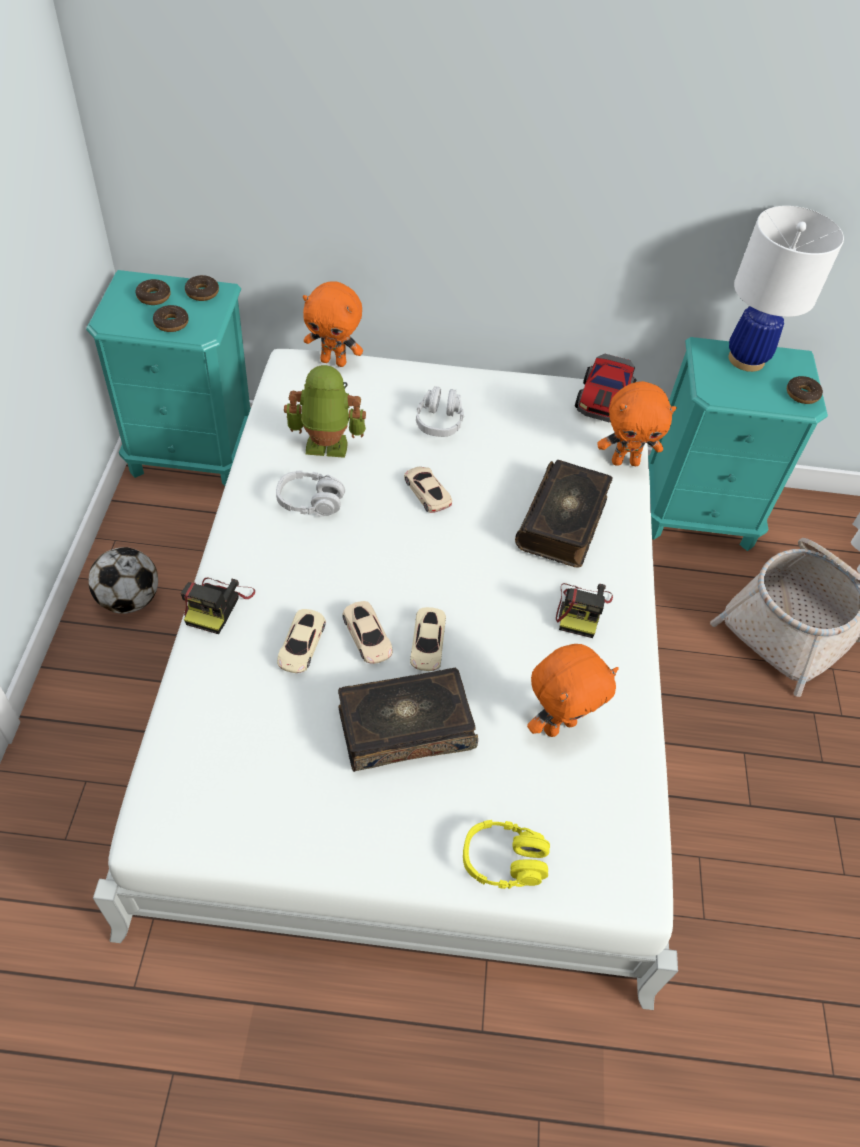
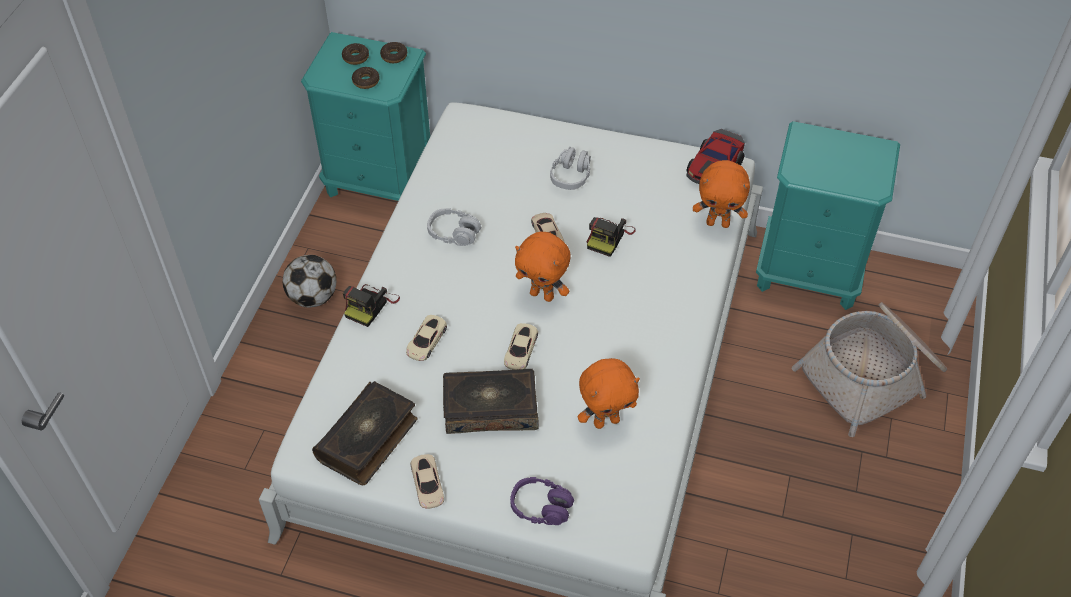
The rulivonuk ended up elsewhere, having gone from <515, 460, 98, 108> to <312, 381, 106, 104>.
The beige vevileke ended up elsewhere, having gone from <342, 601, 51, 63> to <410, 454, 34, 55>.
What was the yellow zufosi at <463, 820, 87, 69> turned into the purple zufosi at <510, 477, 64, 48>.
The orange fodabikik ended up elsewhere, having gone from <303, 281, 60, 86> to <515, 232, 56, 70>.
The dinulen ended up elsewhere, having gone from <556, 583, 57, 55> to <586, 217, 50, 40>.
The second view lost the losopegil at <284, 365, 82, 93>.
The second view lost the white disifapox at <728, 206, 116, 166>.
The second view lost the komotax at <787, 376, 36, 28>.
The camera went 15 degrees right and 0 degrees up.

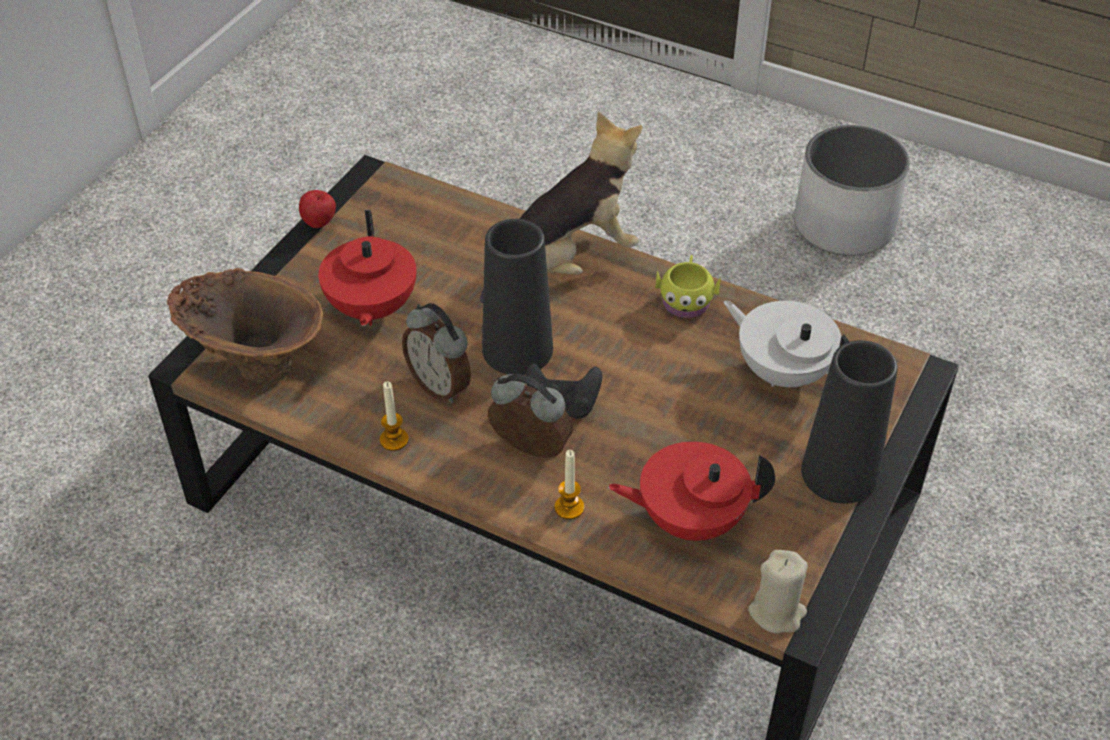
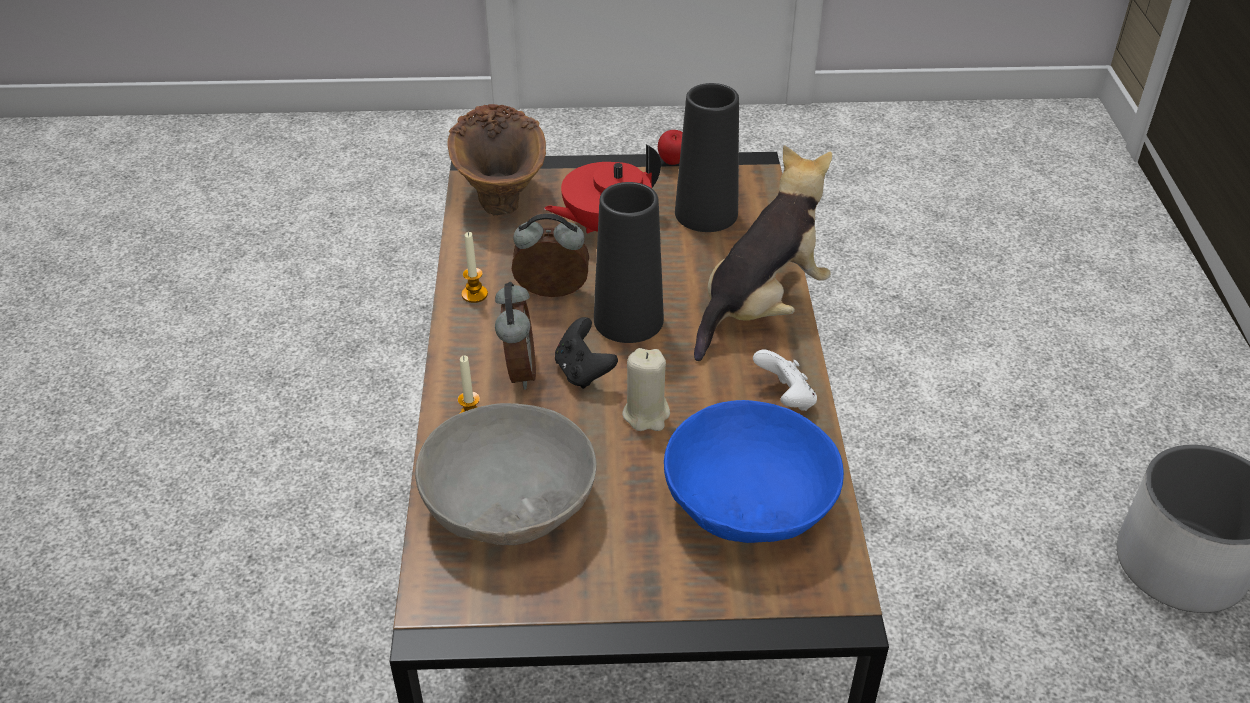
Where the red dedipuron stood at <608, 442, 167, 99>, the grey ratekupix came to stand at <415, 403, 182, 142>.
The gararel at <402, 303, 69, 101> ended up facing another way, 75 degrees clockwise from before.
The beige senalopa ended up elsewhere, having gone from <748, 550, 60, 83> to <622, 348, 48, 83>.
Where the white dedipuron stood at <724, 300, 125, 87>, the blue ratekupix came to stand at <664, 400, 180, 143>.
The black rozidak ended up elsewhere, having gone from <801, 340, 97, 164> to <675, 83, 64, 149>.
The fodabikik at <480, 112, 163, 191> ended up facing another way, 75 degrees counterclockwise from before.
Where the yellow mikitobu stood at <655, 255, 66, 63>, the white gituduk came to stand at <753, 350, 64, 61>.
The camera went 60 degrees right and 5 degrees down.

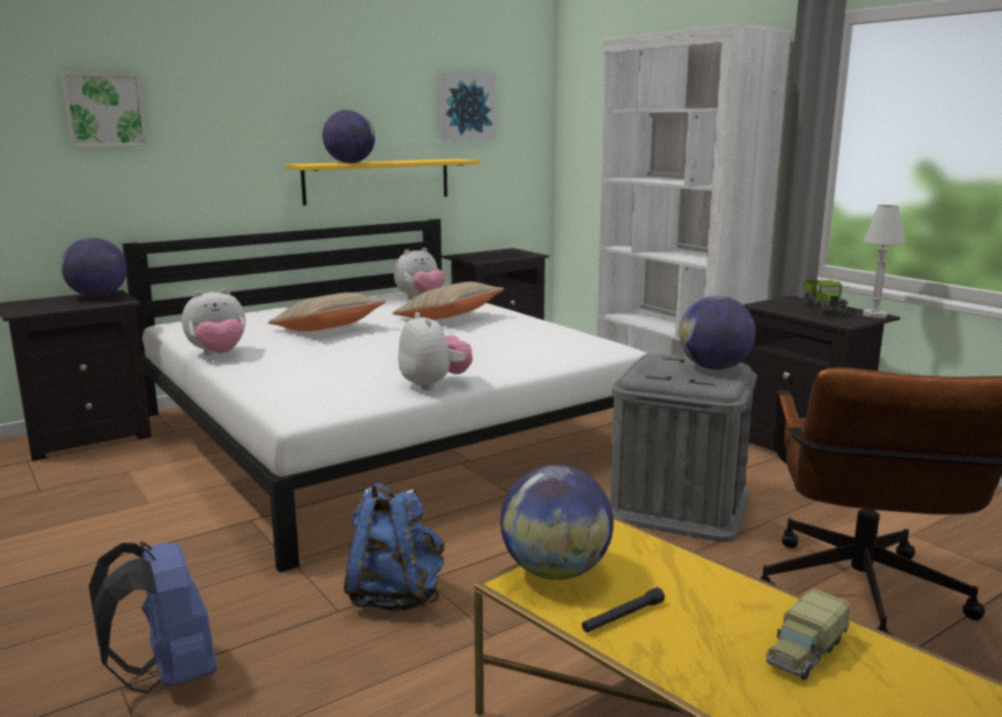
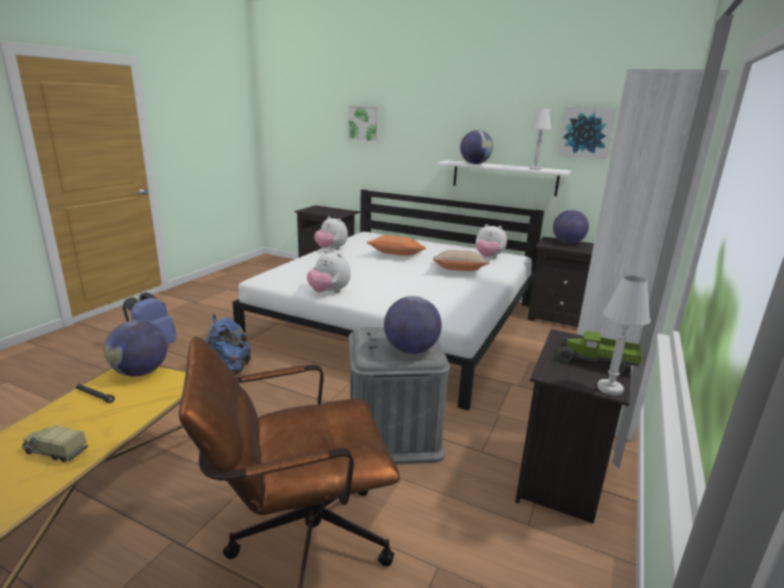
The fodabikik at <398, 312, 75, 78> ended up facing another way, 90 degrees clockwise from before.
What was the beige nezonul at <268, 292, 118, 40> turned into the orange nezonul at <367, 235, 59, 21>.
What was the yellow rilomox at <286, 159, 194, 46> turned into the white rilomox at <437, 160, 134, 36>.
The second view gained the white disifapox at <529, 109, 22, 61>.
The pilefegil ended up elsewhere, having gone from <61, 238, 66, 59> to <553, 210, 36, 34>.
The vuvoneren at <803, 280, 45, 36> ended up facing another way, 45 degrees clockwise from before.
The camera went 60 degrees right and 5 degrees up.

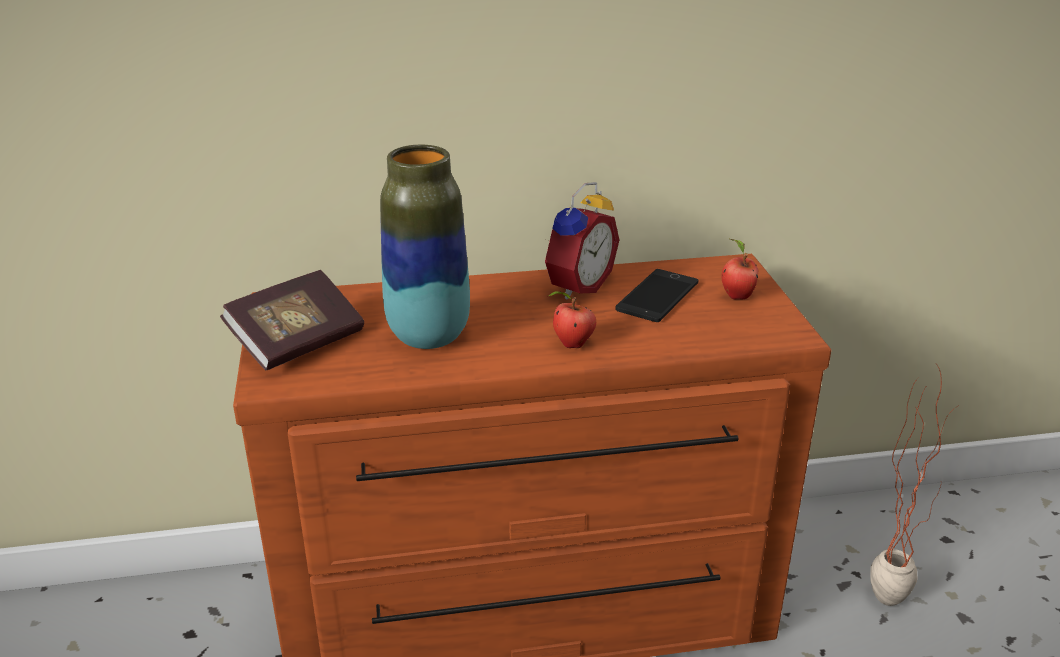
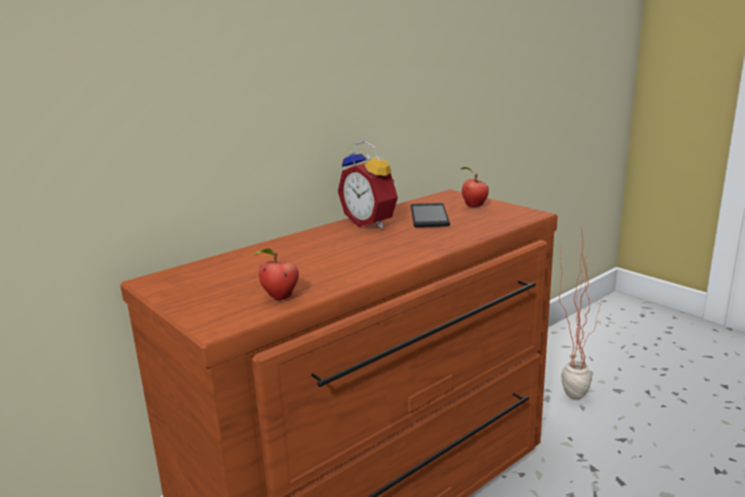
The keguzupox ended up elsewhere, having gone from <549, 291, 47, 57> to <255, 249, 44, 51>.
The gararel at <545, 182, 74, 117> ended up facing another way, 135 degrees clockwise from before.
The second view lost the rulivonuk at <220, 270, 144, 101>.
The second view lost the rozidak at <380, 145, 90, 204>.
The camera went 30 degrees left and 10 degrees down.

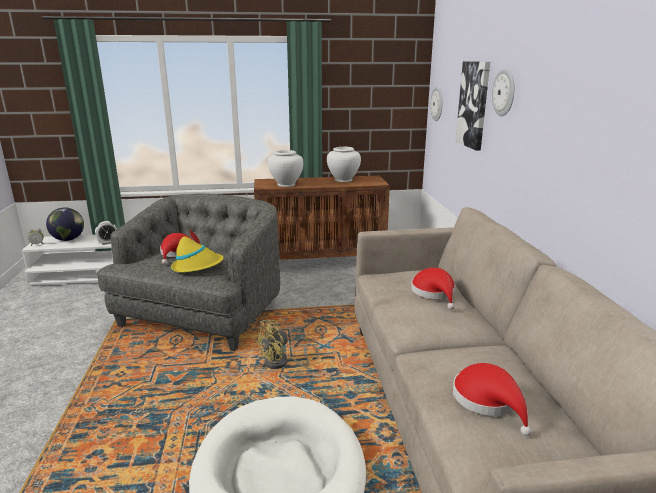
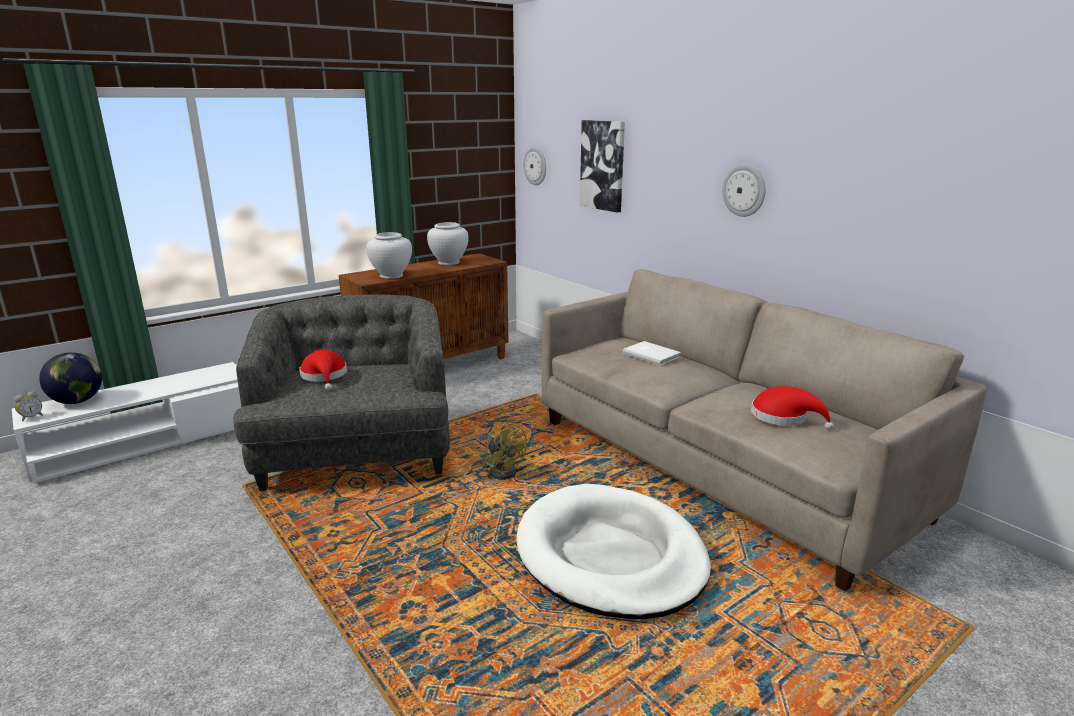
The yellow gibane at <254, 319, 65, 50> ended up facing another way, 60 degrees counterclockwise from before.
Where the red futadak stood at <411, 268, 44, 42>, the white rulivonuk came to stand at <623, 341, 58, 24>.
The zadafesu ended up elsewhere, having gone from <492, 68, 22, 48> to <722, 164, 44, 53>.
The second view lost the gararel at <95, 221, 22, 24>.
The second view lost the yellow futadak at <171, 229, 53, 43>.
The camera went 30 degrees left and 0 degrees up.

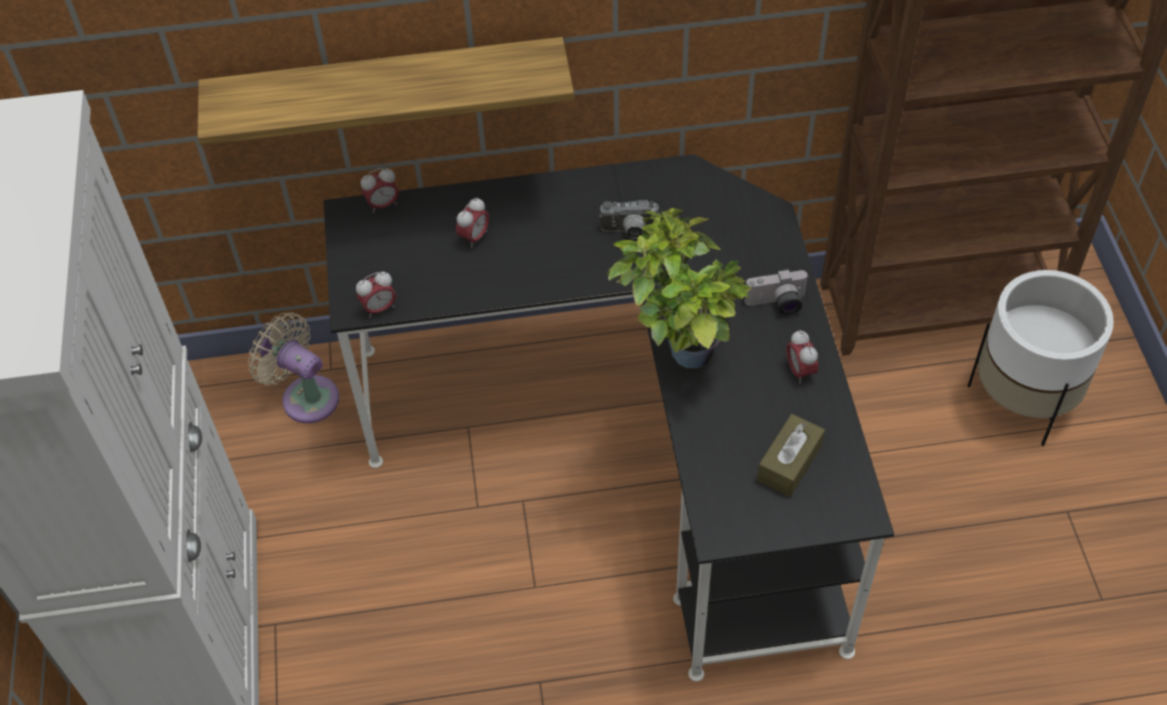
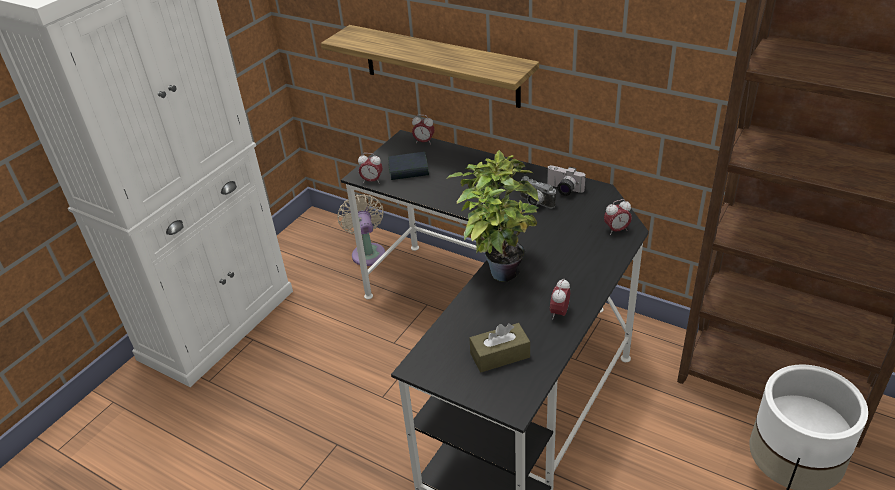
The second view gained the rulivonuk at <388, 152, 41, 28>.
The dinulen ended up elsewhere, having gone from <744, 268, 65, 47> to <547, 165, 39, 31>.
The gararel ended up elsewhere, having gone from <456, 197, 33, 51> to <604, 199, 28, 36>.
The camera went 40 degrees right and 15 degrees down.

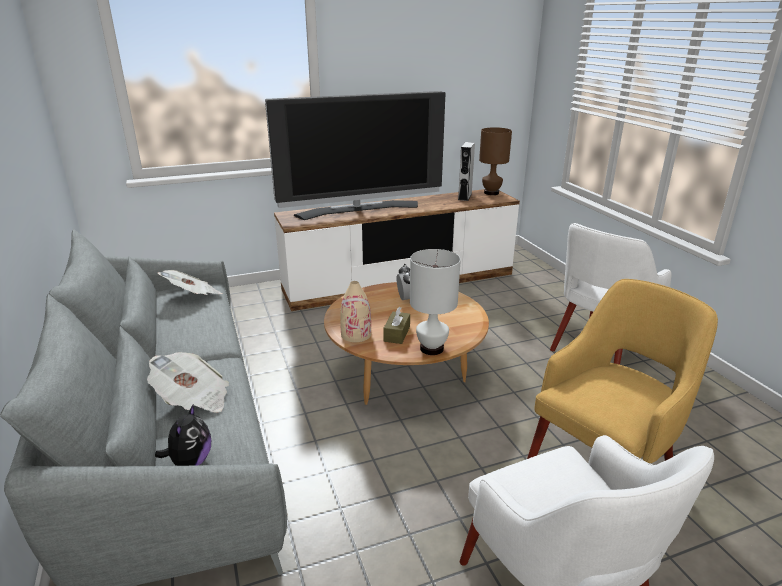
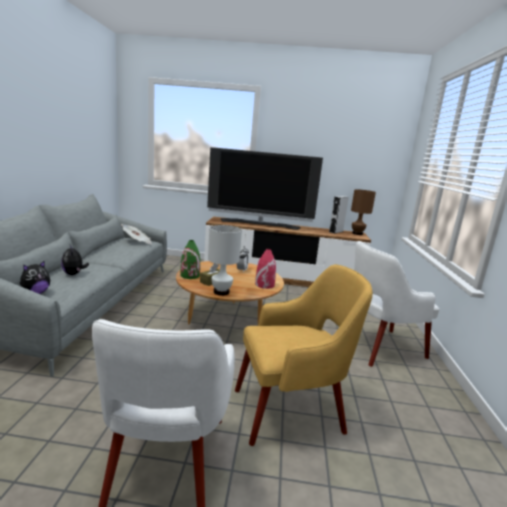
Where the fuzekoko stood at <147, 352, 82, 61>, the fodabikik came to stand at <61, 245, 28, 30>.
What was the beige rozidak at <340, 281, 31, 61> turned into the green rozidak at <180, 240, 20, 39>.
The second view gained the red rozidak at <255, 249, 21, 40>.
The camera went 25 degrees right and 10 degrees down.

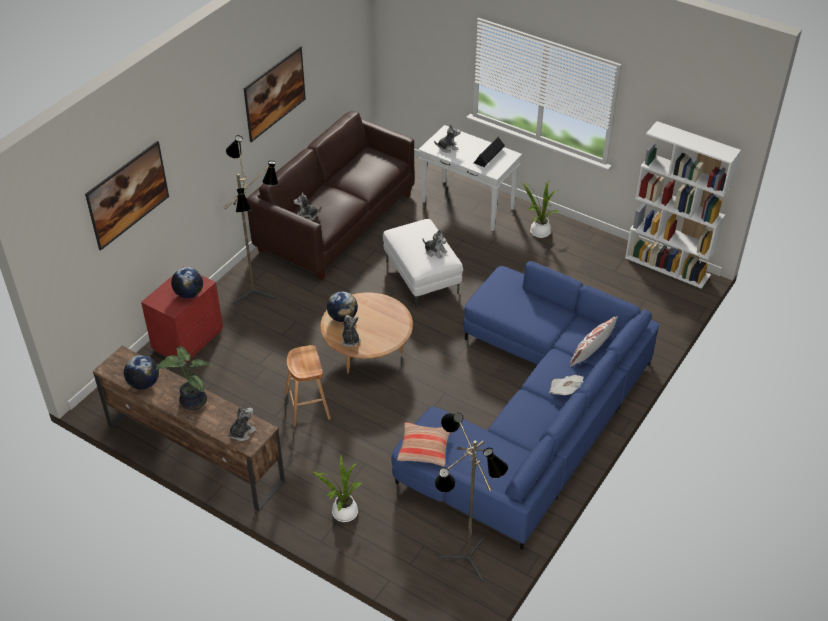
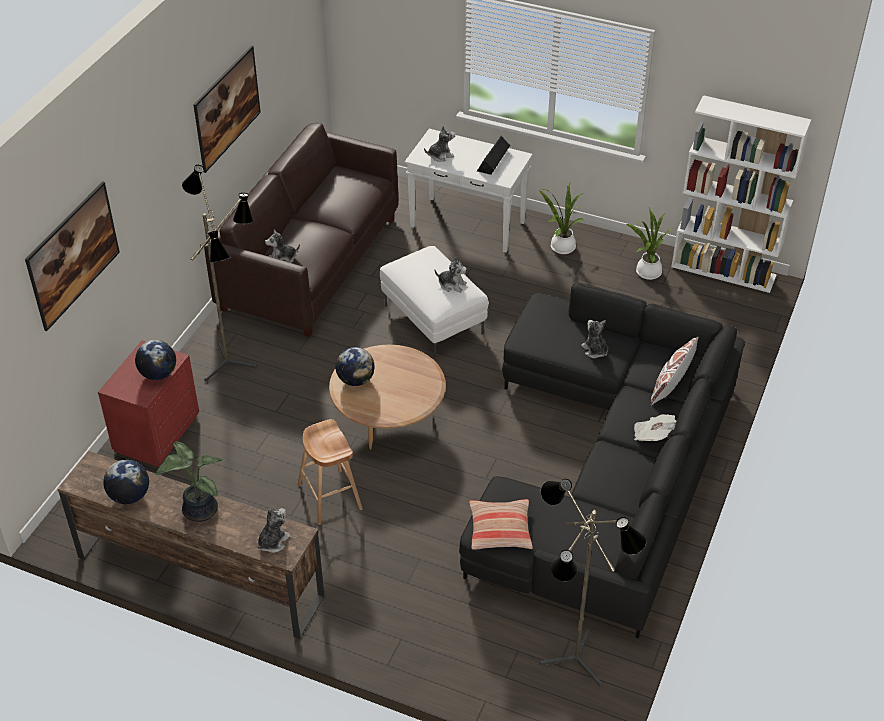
What was the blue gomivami at <391, 261, 269, 289> turned into the black gomivami at <459, 282, 286, 357>.
The fodabikik ended up elsewhere, having gone from <341, 315, 19, 32> to <581, 320, 27, 38>.
The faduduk ended up elsewhere, having gone from <312, 455, 50, 67> to <627, 208, 47, 72>.
The camera went 10 degrees left and 0 degrees up.

